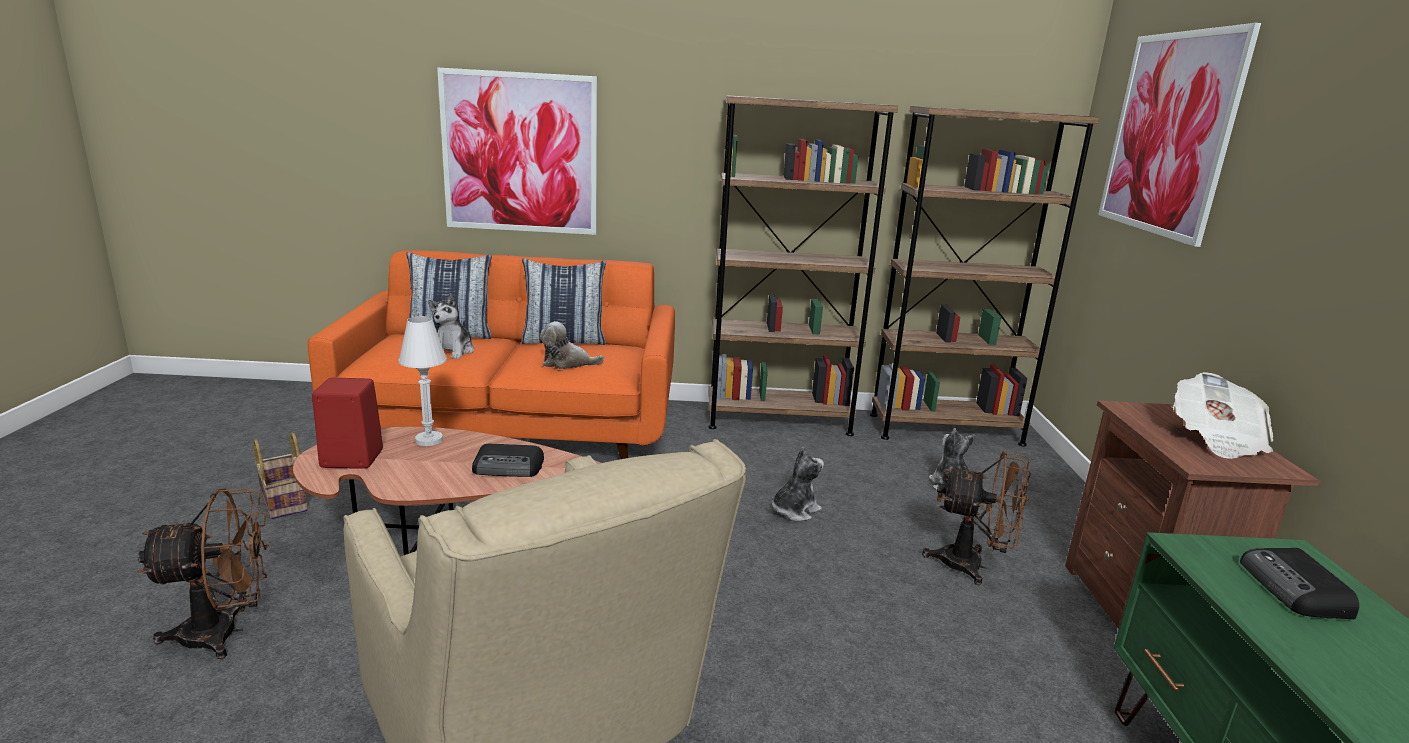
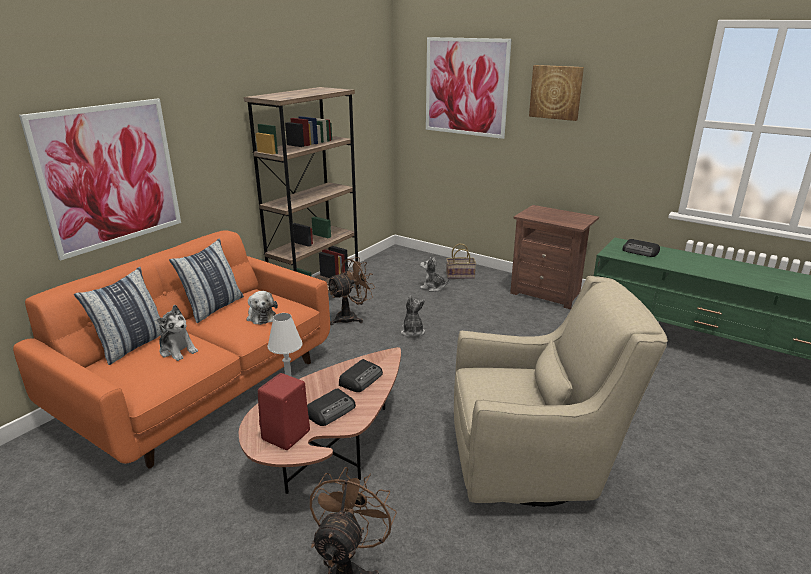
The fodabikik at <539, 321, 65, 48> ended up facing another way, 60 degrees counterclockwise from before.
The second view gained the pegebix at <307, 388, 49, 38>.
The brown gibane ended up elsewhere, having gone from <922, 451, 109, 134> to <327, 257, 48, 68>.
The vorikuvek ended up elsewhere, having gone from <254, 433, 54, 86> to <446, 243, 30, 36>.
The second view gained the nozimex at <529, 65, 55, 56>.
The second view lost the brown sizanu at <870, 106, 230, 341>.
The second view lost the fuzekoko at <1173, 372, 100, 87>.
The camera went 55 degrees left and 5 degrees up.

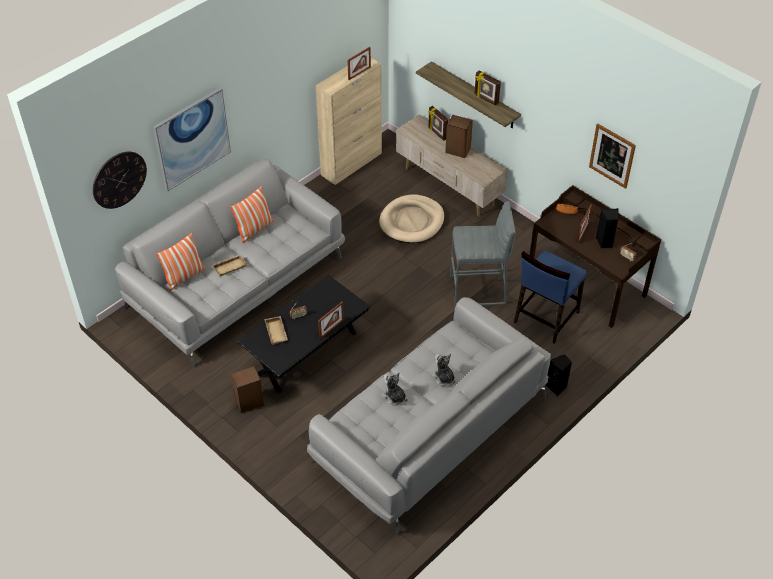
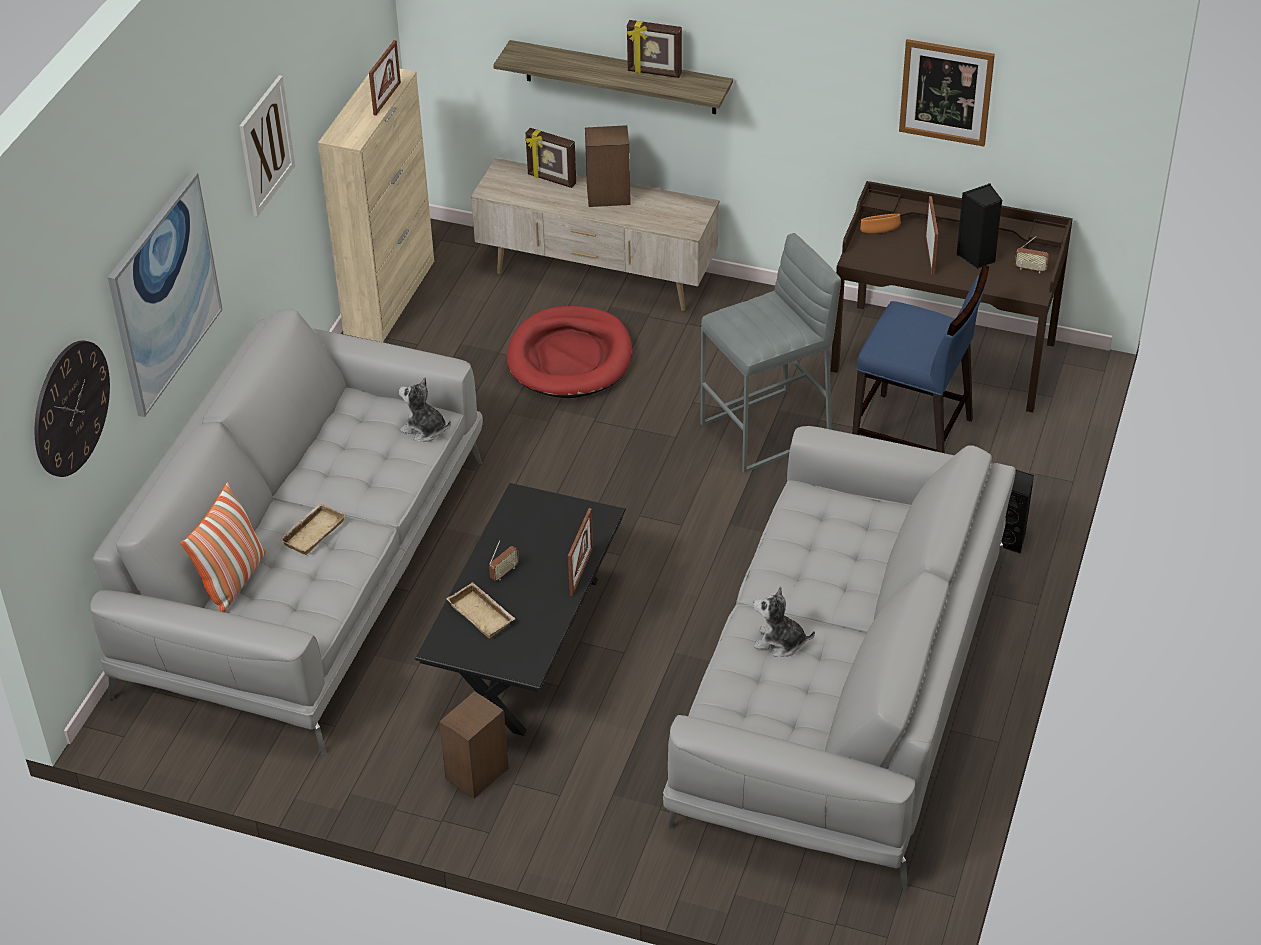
The second view gained the nozimex at <239, 75, 56, 142>.
The fodabikik ended up elsewhere, having gone from <431, 354, 24, 32> to <399, 377, 52, 65>.
What was the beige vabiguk at <379, 195, 65, 48> turned into the red vabiguk at <507, 306, 125, 92>.
The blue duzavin at <514, 251, 73, 93> ended up facing another way, 75 degrees counterclockwise from before.
The second view lost the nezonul at <230, 186, 44, 57>.
The camera went 25 degrees left and 5 degrees down.

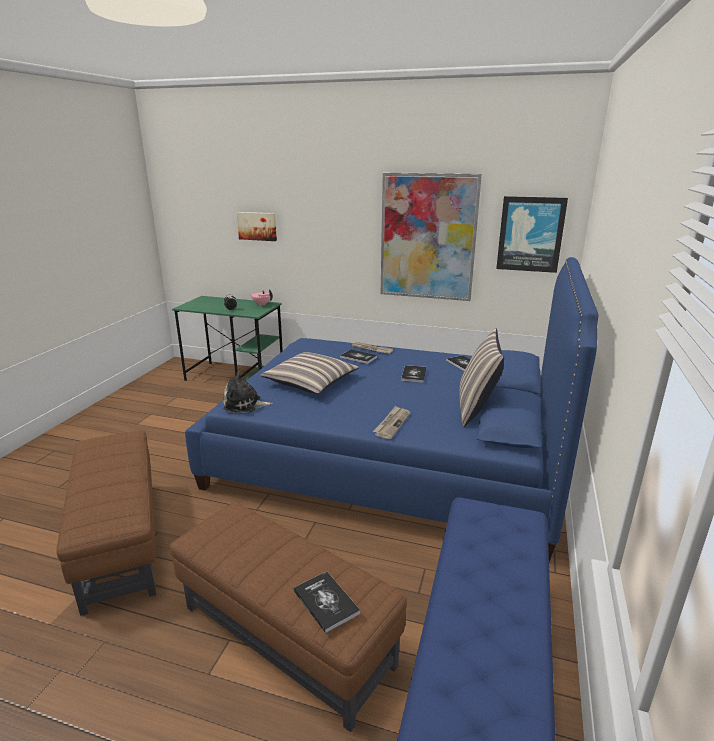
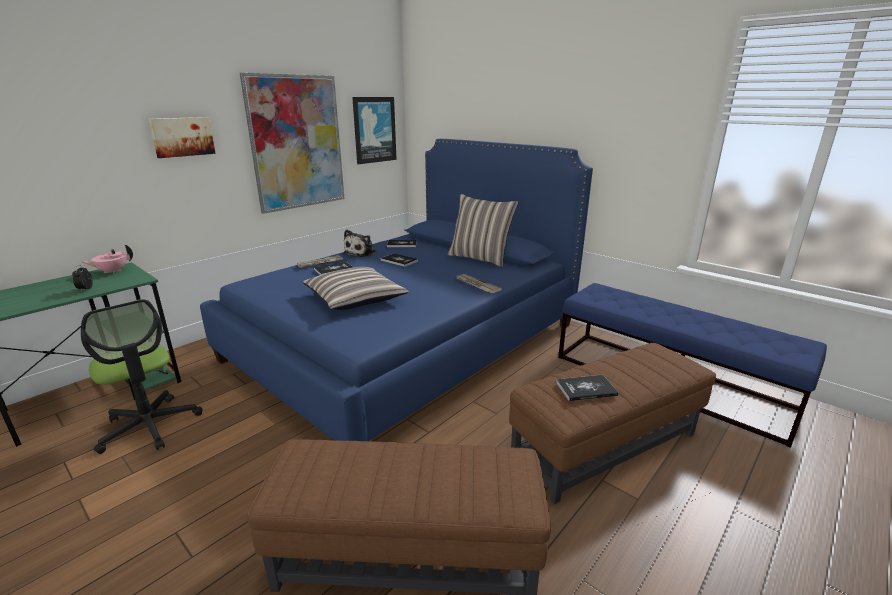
The second view gained the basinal at <81, 299, 121, 155>.
The nozimex ended up elsewhere, having gone from <237, 212, 40, 29> to <148, 117, 68, 41>.
The fodabikik ended up elsewhere, having gone from <223, 371, 50, 42> to <343, 230, 33, 27>.
The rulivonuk ended up elsewhere, having gone from <293, 571, 67, 63> to <556, 375, 63, 26>.
The camera went 65 degrees left and 0 degrees up.

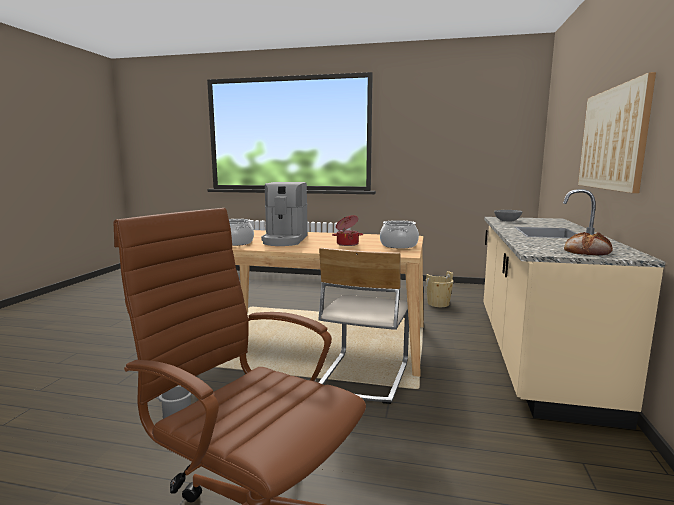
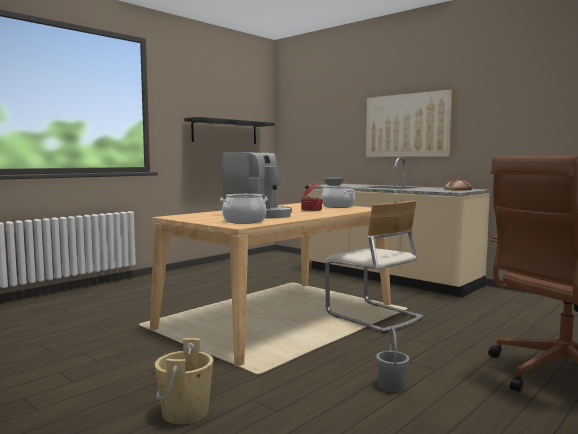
The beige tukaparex ended up elsewhere, having gone from <425, 271, 29, 36> to <155, 338, 58, 86>.
The second view gained the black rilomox at <184, 117, 91, 27>.
The camera went 60 degrees left and 5 degrees down.

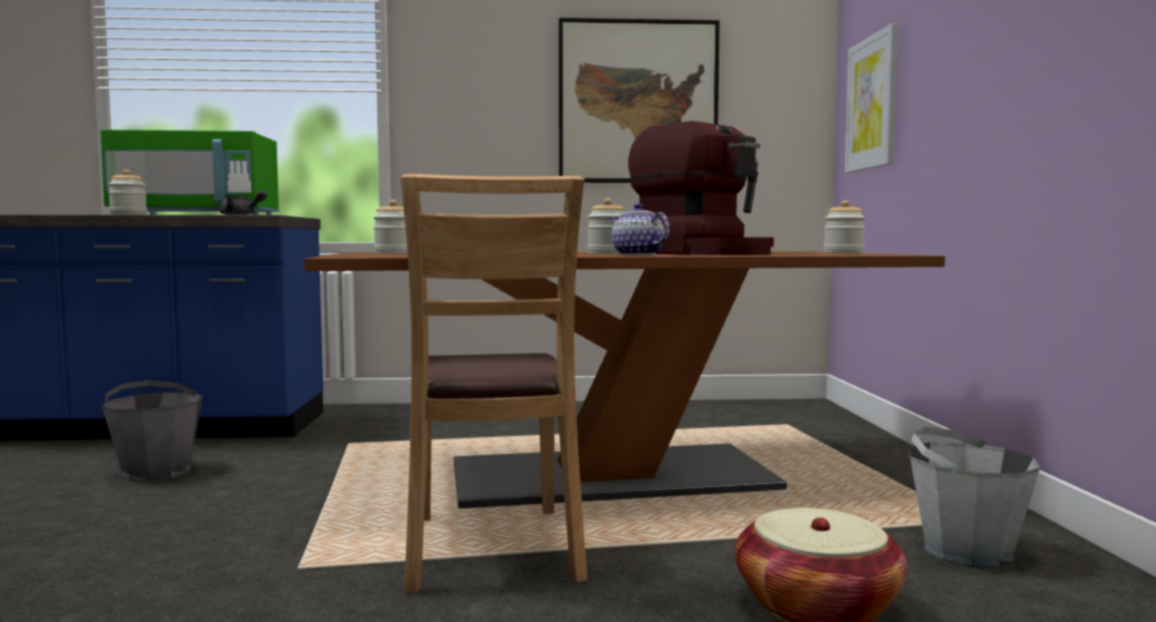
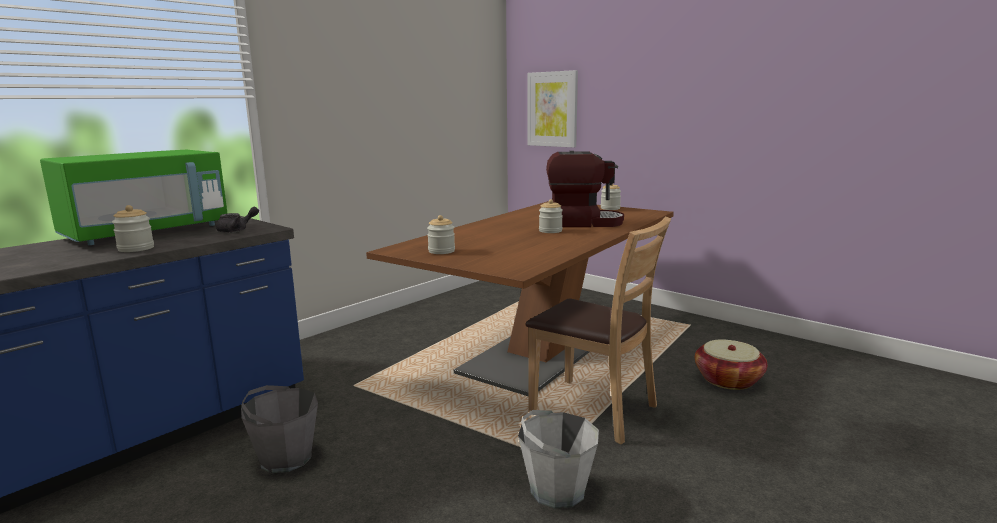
The grey tukaparex ended up elsewhere, having gone from <909, 426, 131, 142> to <518, 410, 81, 99>.
The second view lost the nozimex at <559, 18, 161, 165>.
The second view lost the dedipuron at <610, 203, 59, 52>.
The camera went 45 degrees left and 10 degrees up.

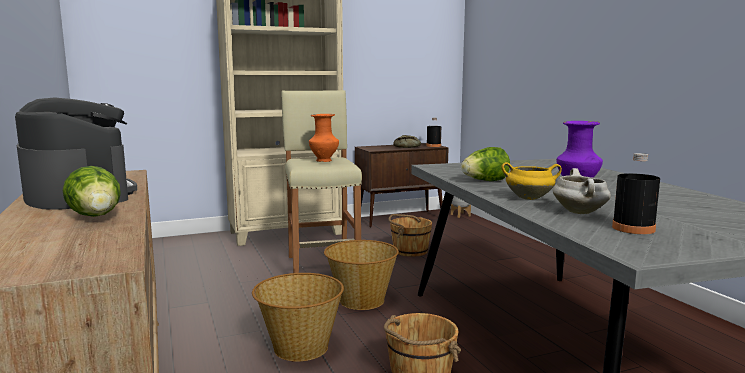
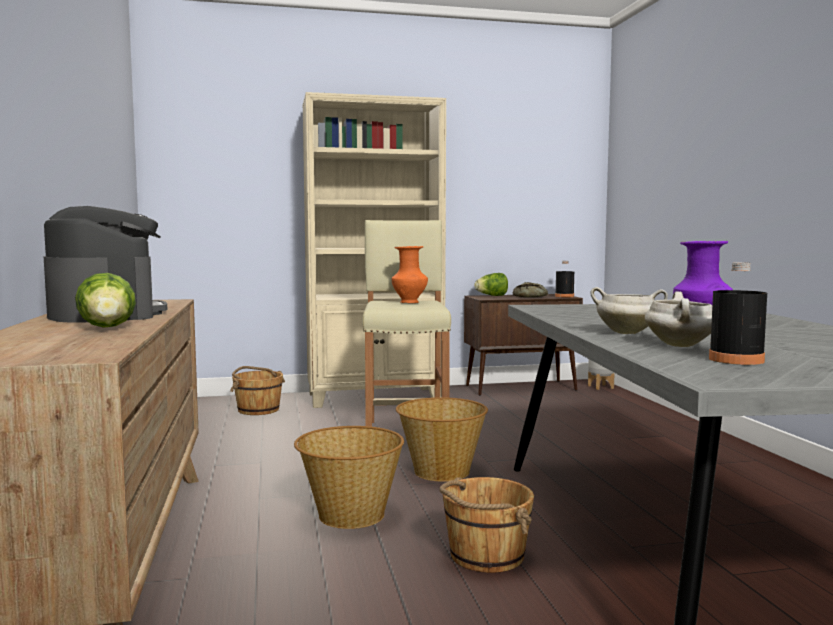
The brown tukaparex ended up elsewhere, having gone from <388, 214, 44, 43> to <230, 366, 55, 49>.
The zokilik ended up elsewhere, having gone from <461, 147, 49, 34> to <474, 273, 34, 23>.
What was the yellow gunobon at <501, 162, 61, 38> turned into the white gunobon at <590, 287, 78, 47>.
The camera went 10 degrees right and 5 degrees down.

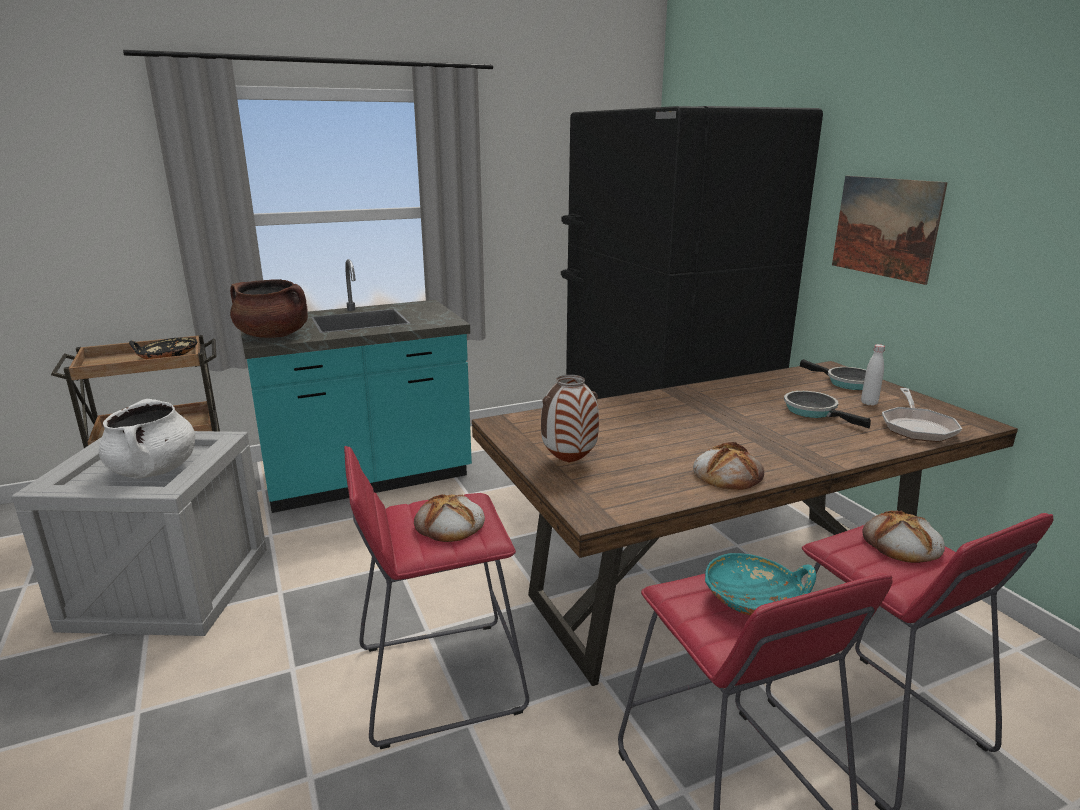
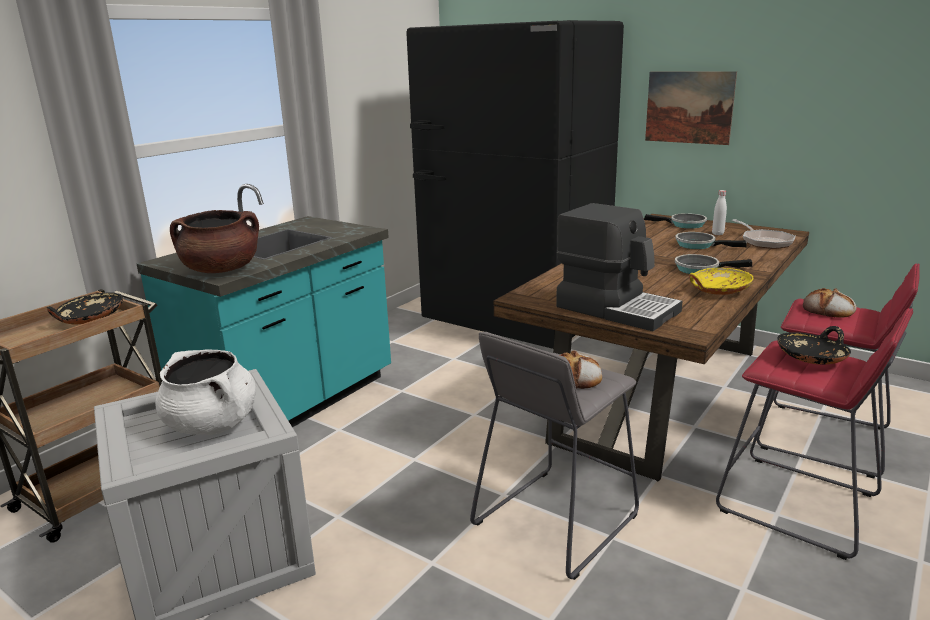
What was the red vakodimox at <344, 446, 185, 303> turned into the grey vakodimox at <470, 332, 169, 248>.
Where the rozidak stood at <541, 375, 58, 88>, the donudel came to stand at <556, 203, 127, 128>.
The second view gained the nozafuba at <675, 254, 77, 20>.
Where the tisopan stood at <693, 442, 71, 48>, the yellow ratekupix came to stand at <689, 268, 65, 27>.
What was the turquoise ratekupix at <705, 553, 111, 62> turned into the black ratekupix at <777, 326, 74, 39>.
The camera went 30 degrees left and 0 degrees up.

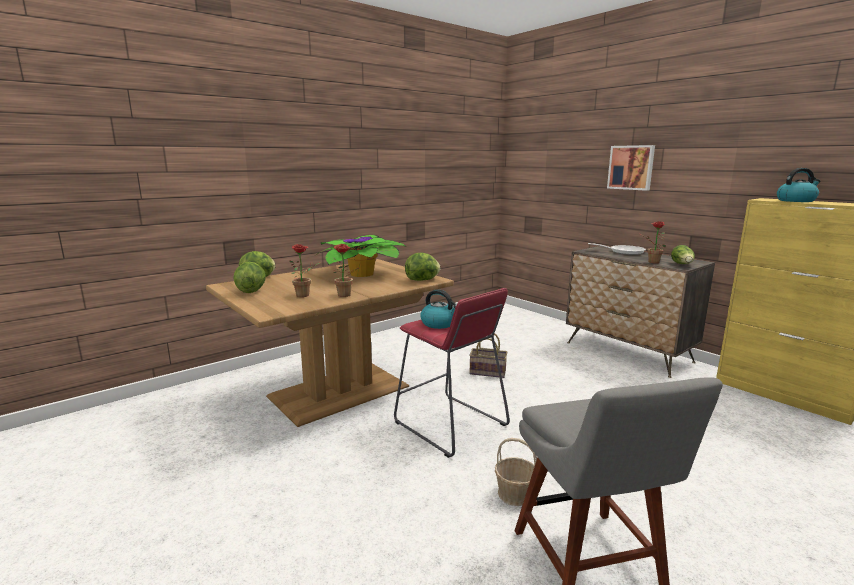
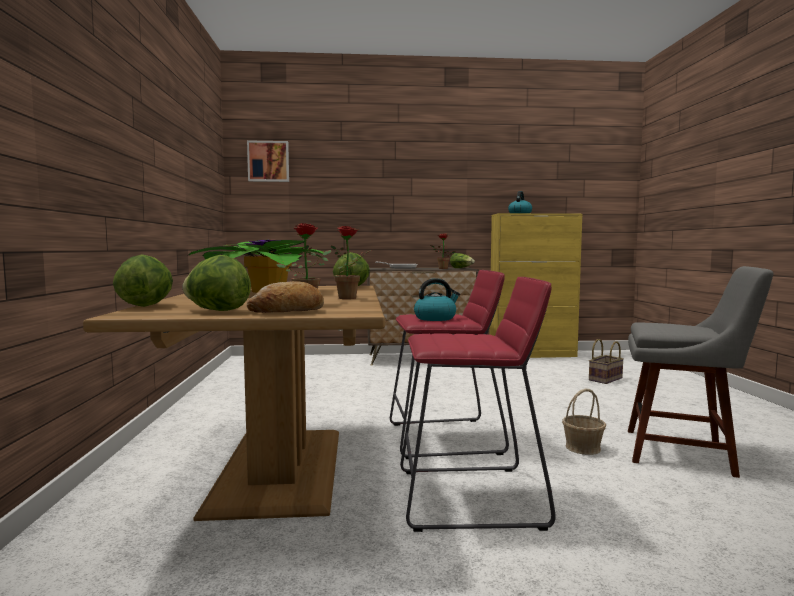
The nozimex ended up elsewhere, having gone from <607, 145, 48, 46> to <247, 140, 42, 42>.
The second view gained the tisopan at <247, 281, 77, 32>.
The second view gained the red vakodimox at <400, 277, 156, 255>.
The vorikuvek ended up elsewhere, having gone from <469, 333, 38, 45> to <589, 339, 35, 45>.
The camera went 55 degrees left and 10 degrees down.

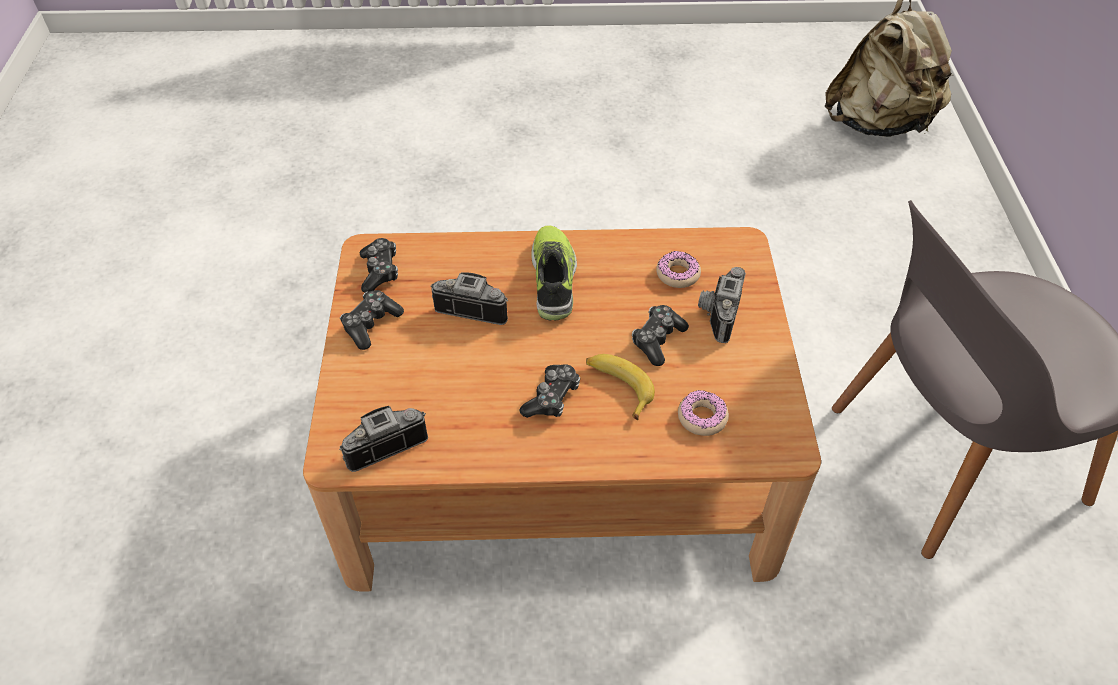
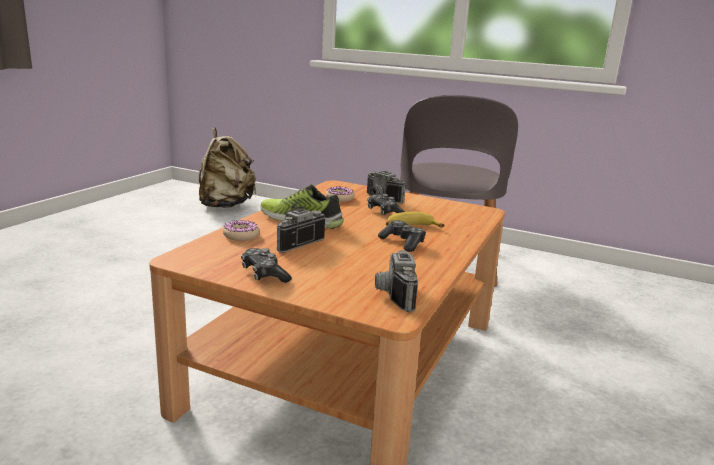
The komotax ended up elsewhere, having gone from <678, 390, 51, 46> to <223, 220, 37, 21>.
The second view lost the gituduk at <360, 238, 38, 55>.
The camera went 65 degrees left and 30 degrees down.

